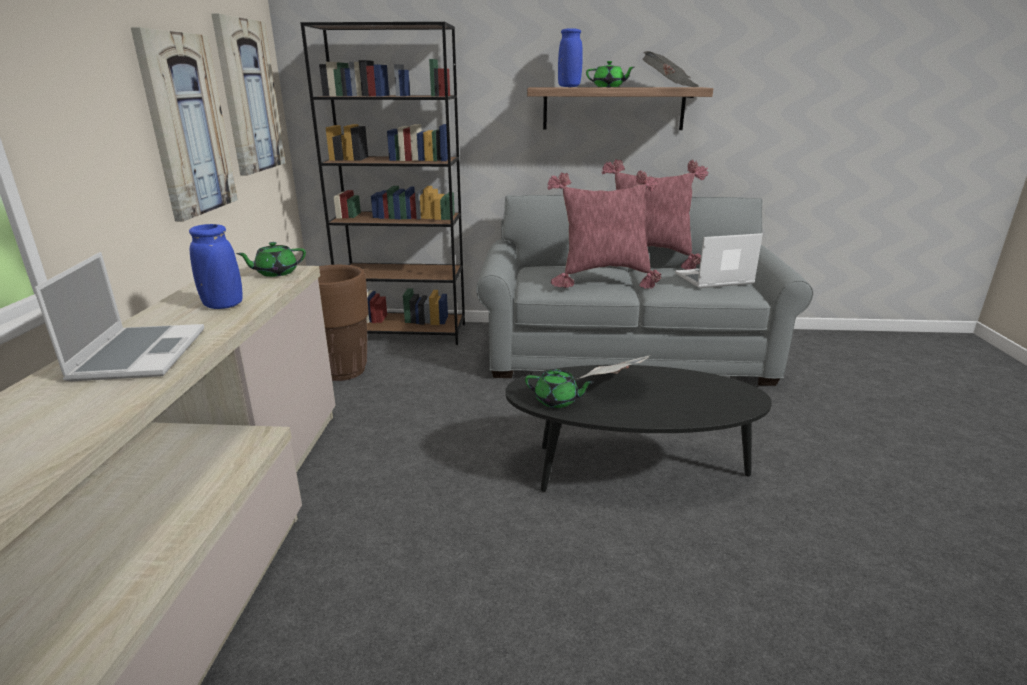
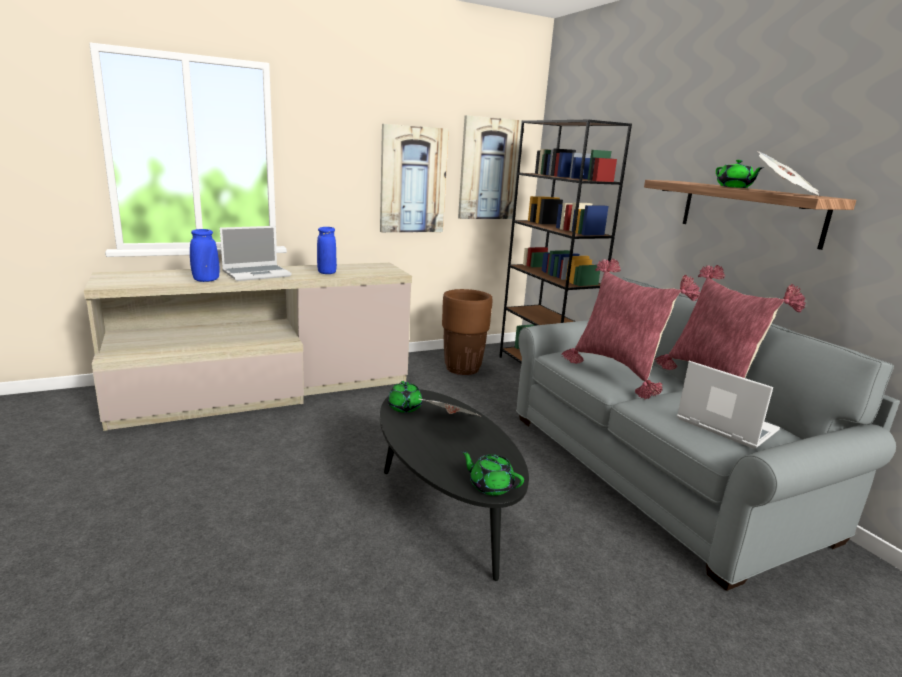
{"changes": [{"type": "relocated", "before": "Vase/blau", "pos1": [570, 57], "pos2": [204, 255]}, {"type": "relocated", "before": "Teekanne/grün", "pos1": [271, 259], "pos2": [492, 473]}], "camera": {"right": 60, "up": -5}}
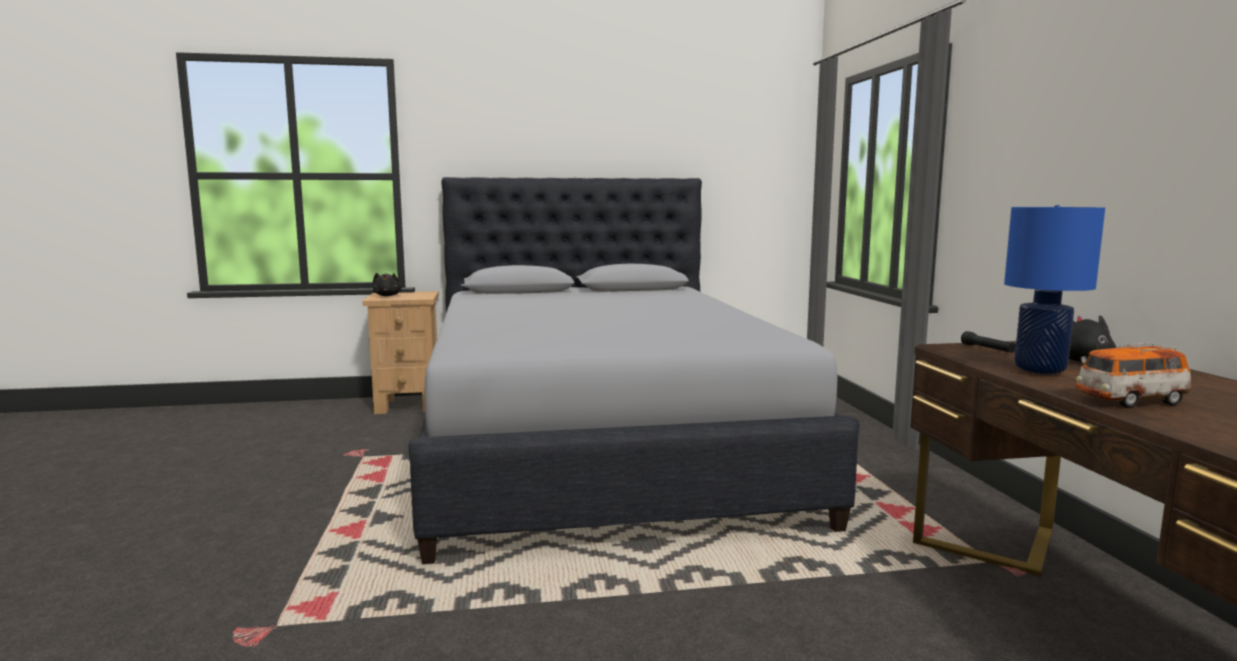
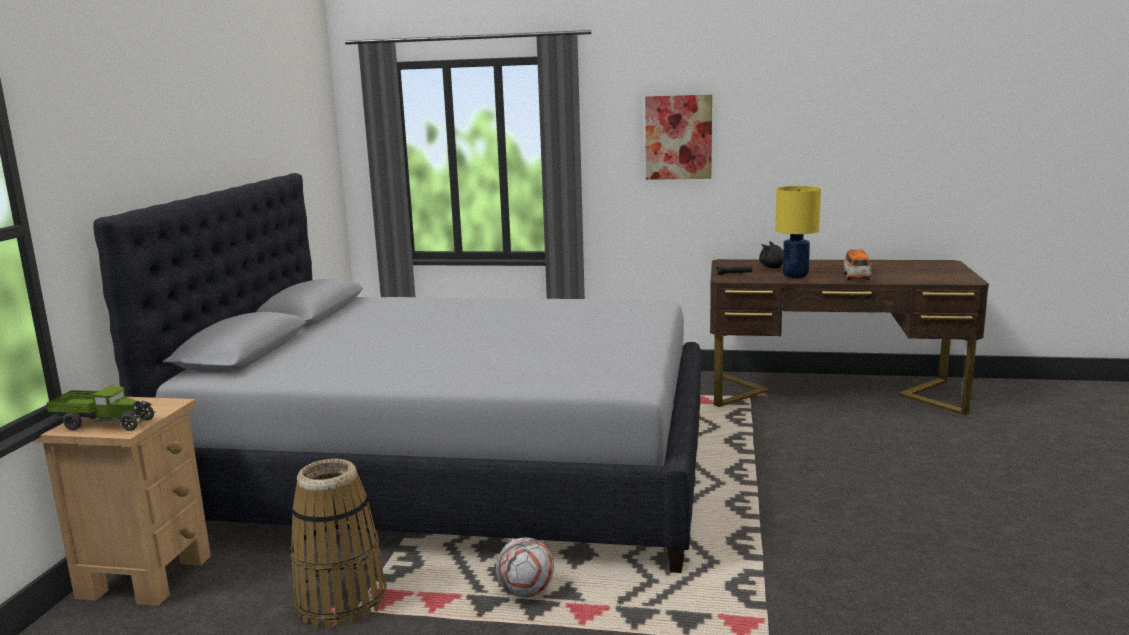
{"changes": [{"type": "colour", "before": "Tischlampe/blau", "after": "Tischlampe/gelb", "pos1": [1054, 290], "pos2": [798, 232]}, {"type": "exchanged", "before": "Plüschtier/schwarz", "after": "Spielzeuglaster", "pos1": [387, 284], "pos2": [100, 408]}, {"type": "appeared", "after": "Bild", "pos2": [678, 137]}, {"type": "appeared", "after": "Korb", "pos2": [338, 543]}, {"type": "appeared", "after": "Fußball", "pos2": [525, 567]}], "camera": {"right": -70, "up": 5}}
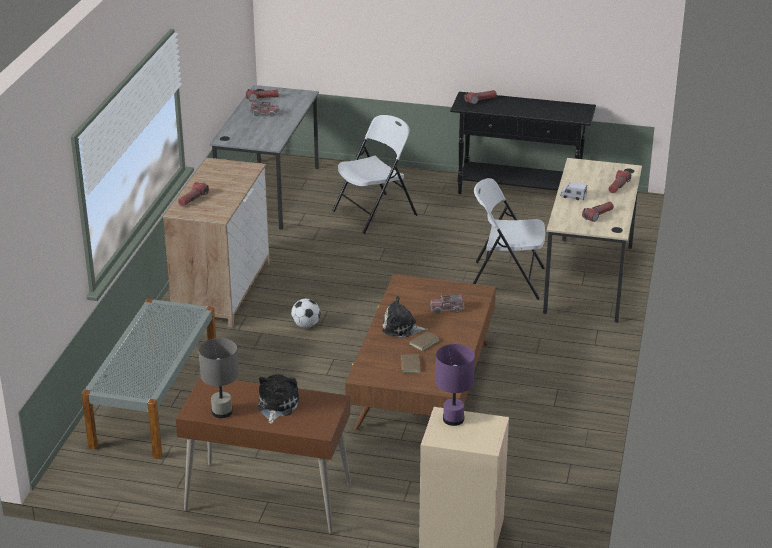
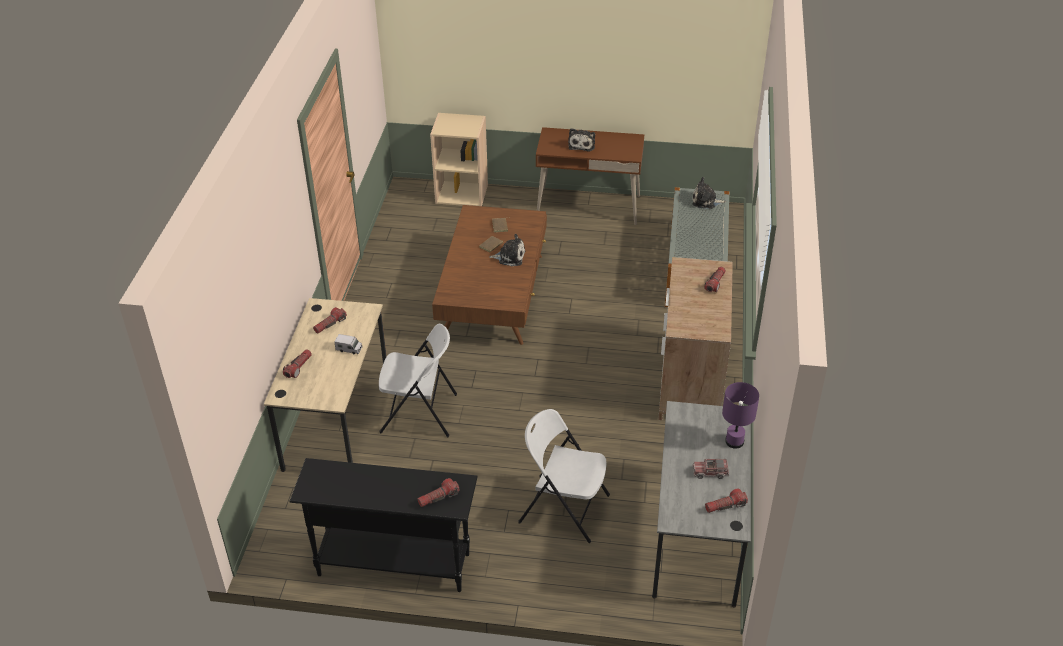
{"changes": [{"type": "spun", "before": "Stuhl/weiß", "pos1": [374, 174], "pos2": [564, 476], "turn": 60}, {"type": "missing", "before": "Spielzeuglaster", "pos1": [447, 304]}, {"type": "missing", "before": "Fußball", "pos1": [306, 313]}, {"type": "missing", "before": "Tischlampe/grau", "pos1": [218, 378]}, {"type": "relocated", "before": "Tischlampe/lila", "pos1": [455, 385], "pos2": [740, 415]}, {"type": "appeared", "after": "Plüschtier", "pos2": [709, 193]}], "camera": {"right": 175, "up": 10}}
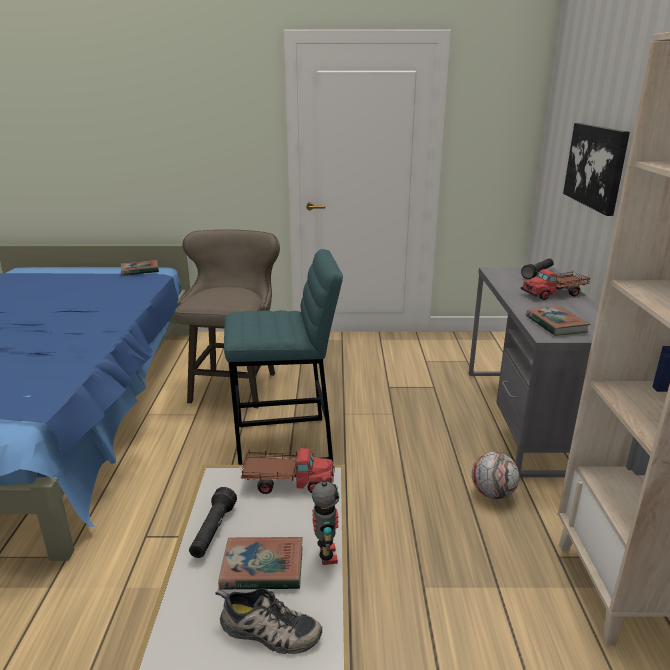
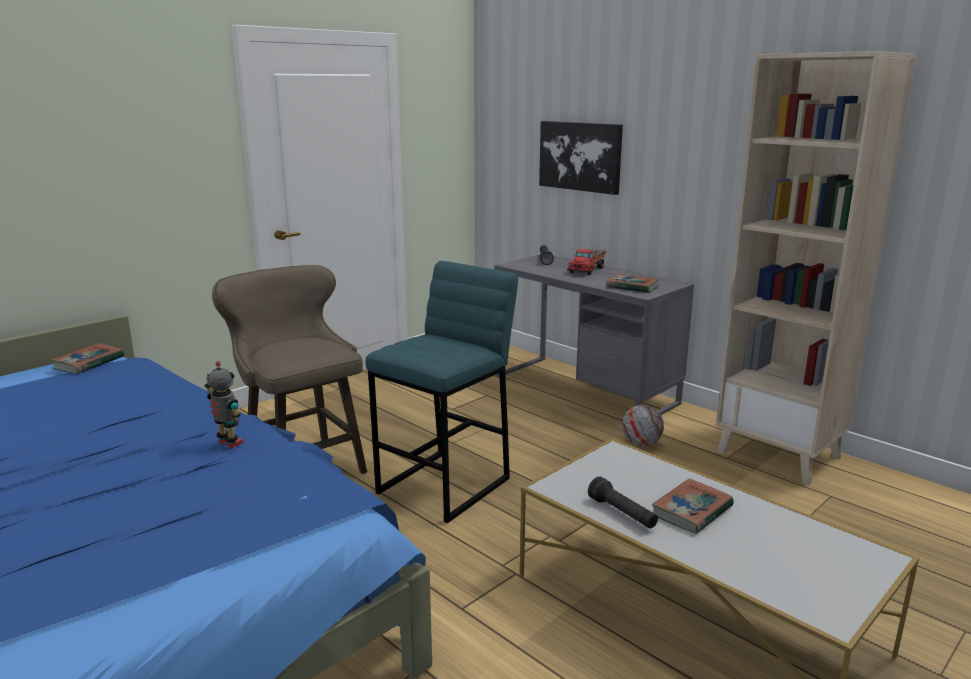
{"changes": [{"type": "missing", "before": "Spielzeuglaster", "pos1": [288, 471]}, {"type": "relocated", "before": "Spielzeugroboter", "pos1": [325, 520], "pos2": [224, 404]}, {"type": "missing", "before": "Schuh", "pos1": [268, 621]}], "camera": {"right": -45, "up": -5}}
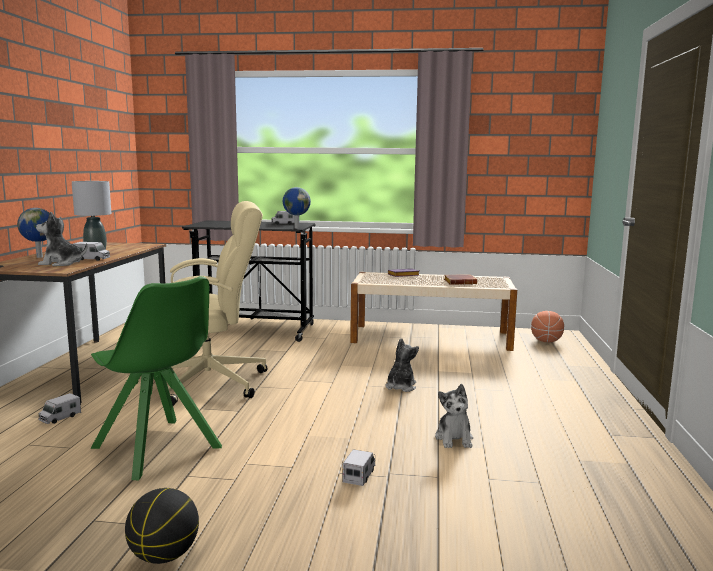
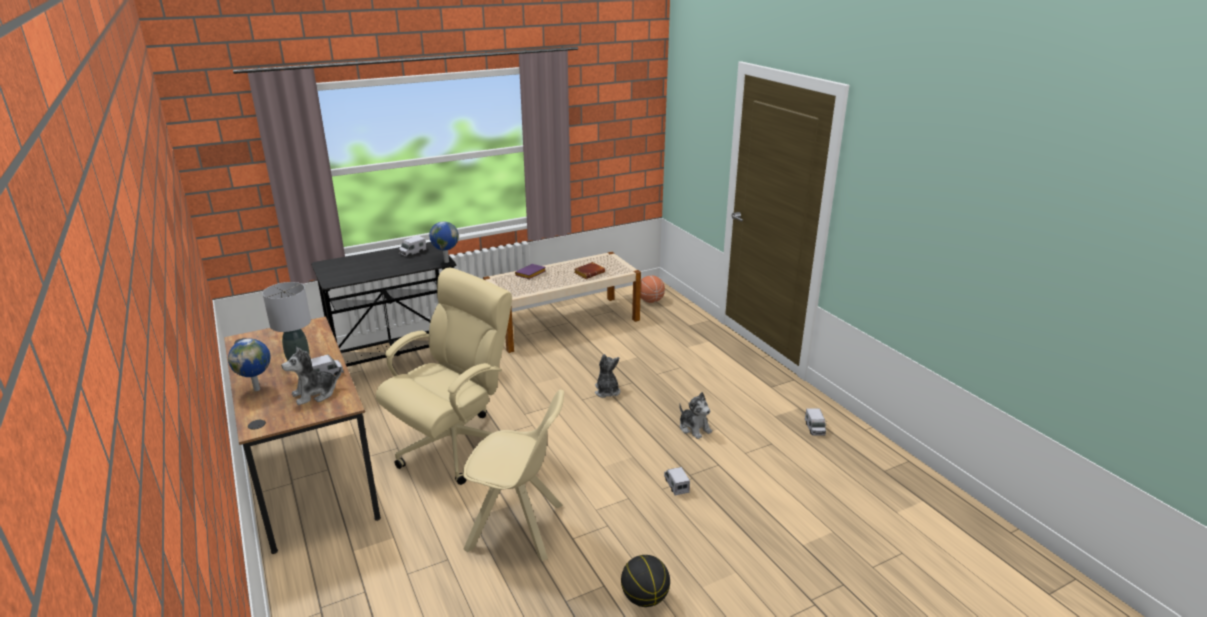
{"changes": [{"type": "colour", "before": "Stuhl/grün", "after": "Stuhl/beige", "pos1": [156, 378], "pos2": [513, 475]}, {"type": "relocated", "before": "Spielzeuglaster", "pos1": [60, 408], "pos2": [816, 422]}], "camera": {"right": -35, "up": 15}}
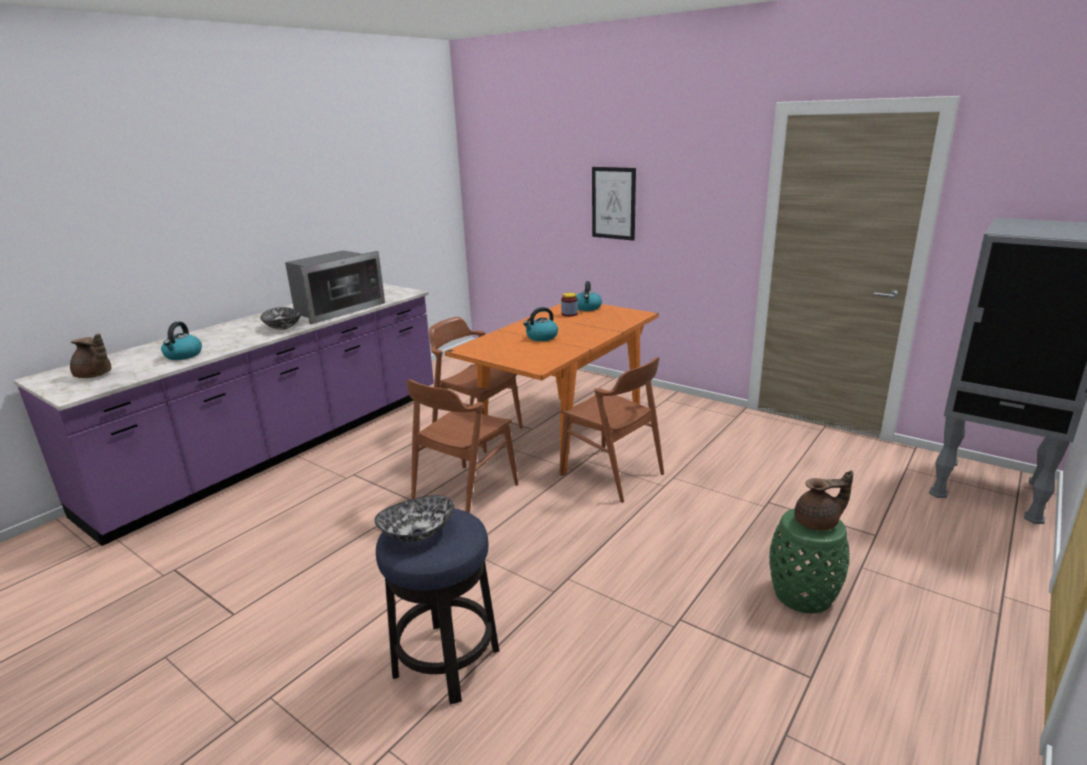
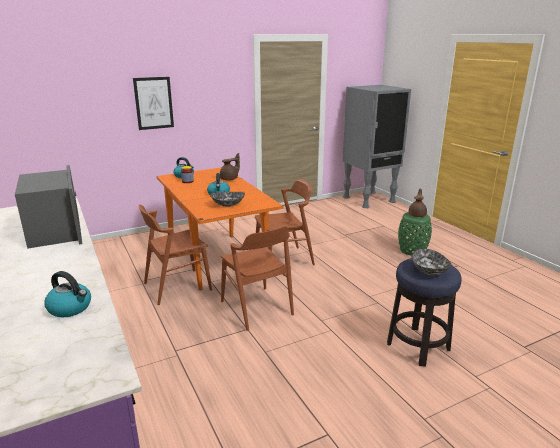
{"changes": [{"type": "relocated", "before": "Schüssel", "pos1": [280, 318], "pos2": [227, 199]}, {"type": "relocated", "before": "Teekanne/braun", "pos1": [90, 355], "pos2": [230, 166]}], "camera": {"right": -65, "up": 0}}
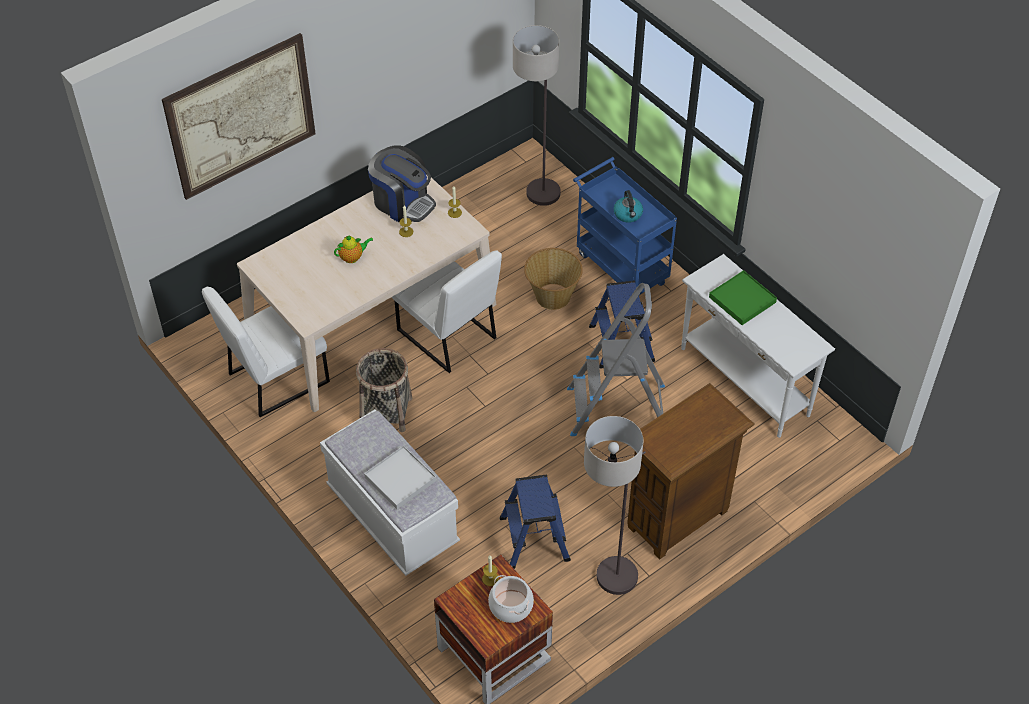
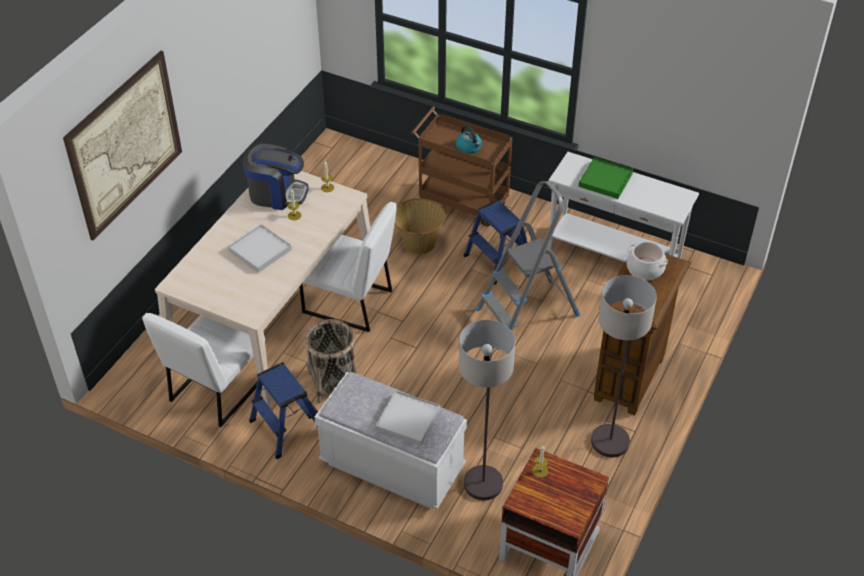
{"changes": [{"type": "relocated", "before": "Stehlampe/grau", "pos1": [537, 115], "pos2": [487, 410]}, {"type": "colour", "before": "Rollwagen/blau", "after": "Rollwagen/braun", "pos1": [625, 226], "pos2": [461, 166]}, {"type": "exchanged", "before": "Teekanne", "after": "Tablett/weiß", "pos1": [353, 249], "pos2": [260, 248]}, {"type": "relocated", "before": "Trittleiter/blau", "pos1": [535, 521], "pos2": [283, 410]}, {"type": "relocated", "before": "Kochtopf", "pos1": [511, 599], "pos2": [647, 261]}], "camera": {"right": -25, "up": -5}}
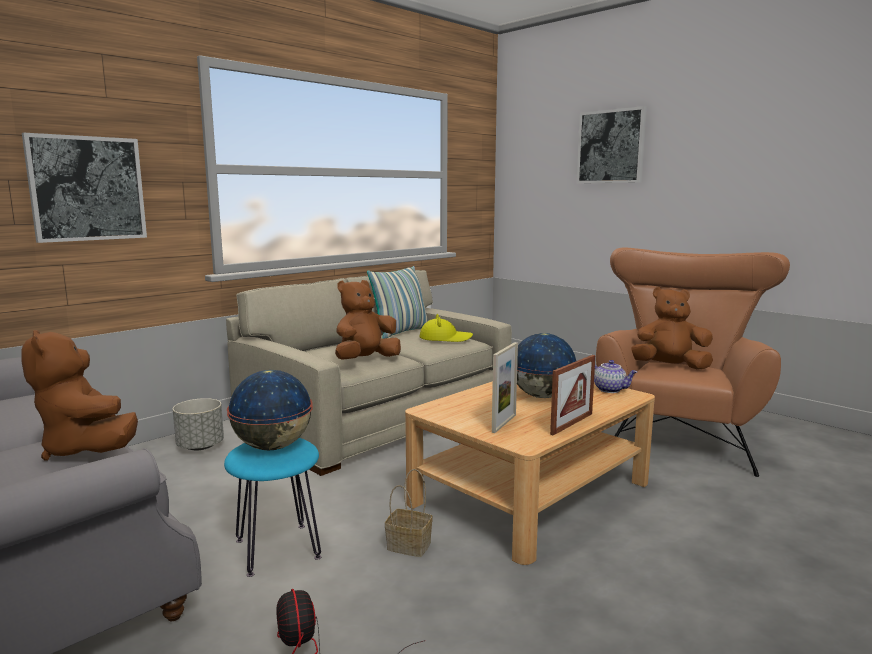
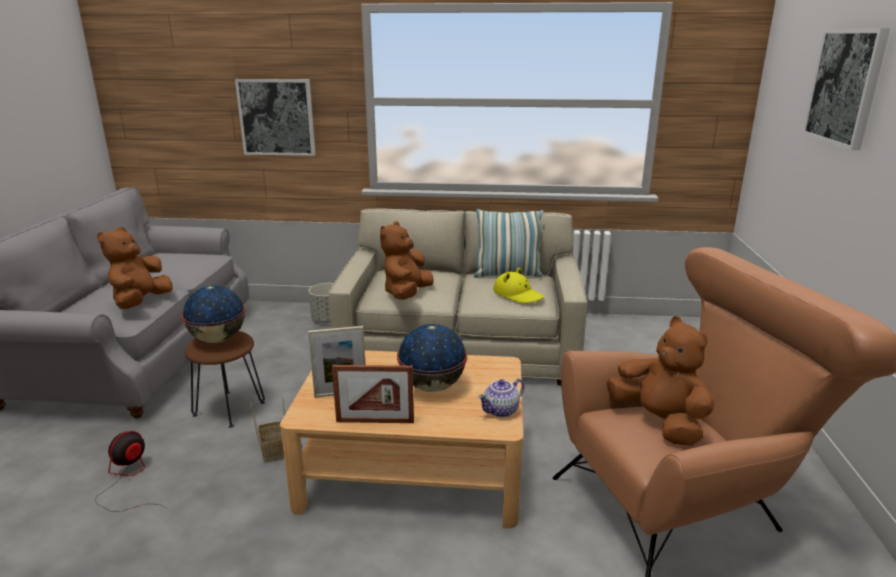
{"changes": [{"type": "spun", "before": "Plüschtier/braun", "pos1": [368, 320], "pos2": [407, 260], "turn": -75}, {"type": "spun", "before": "Teekanne", "pos1": [616, 376], "pos2": [501, 397], "turn": 60}, {"type": "colour", "before": "Hocker/türkis", "after": "Hocker/braun", "pos1": [272, 507], "pos2": [224, 379]}], "camera": {"right": 50, "up": 10}}
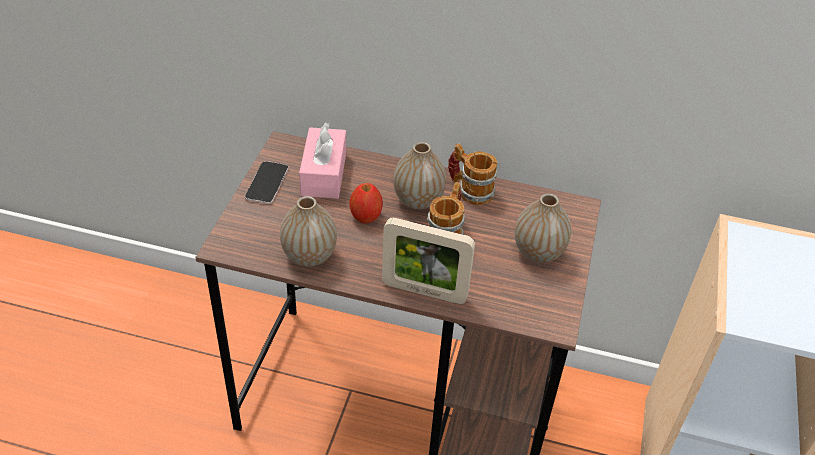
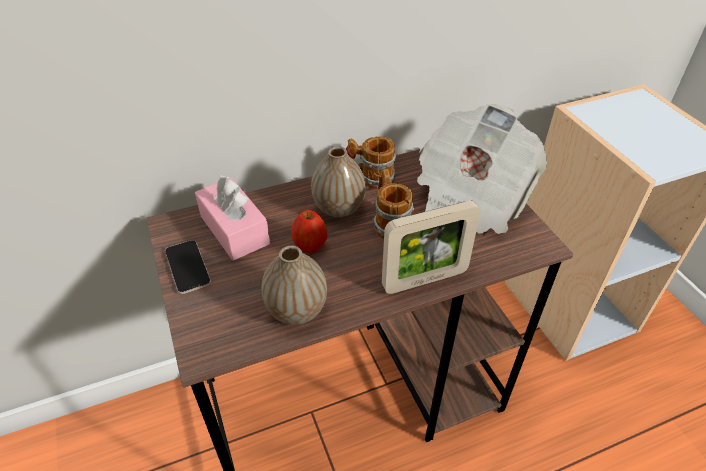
{"changes": [{"type": "exchanged", "before": "Vase", "after": "Zeitung", "pos1": [543, 228], "pos2": [482, 169]}], "camera": {"right": -35, "up": 0}}
